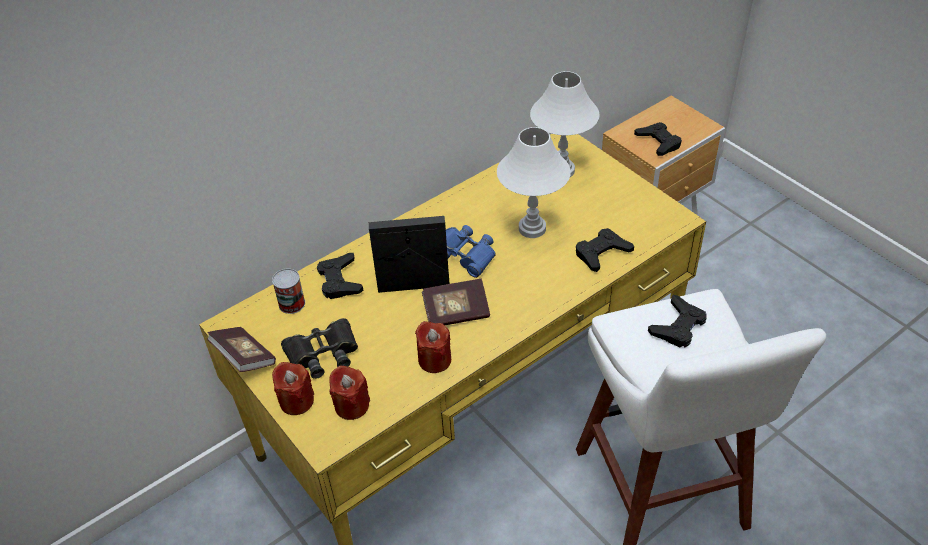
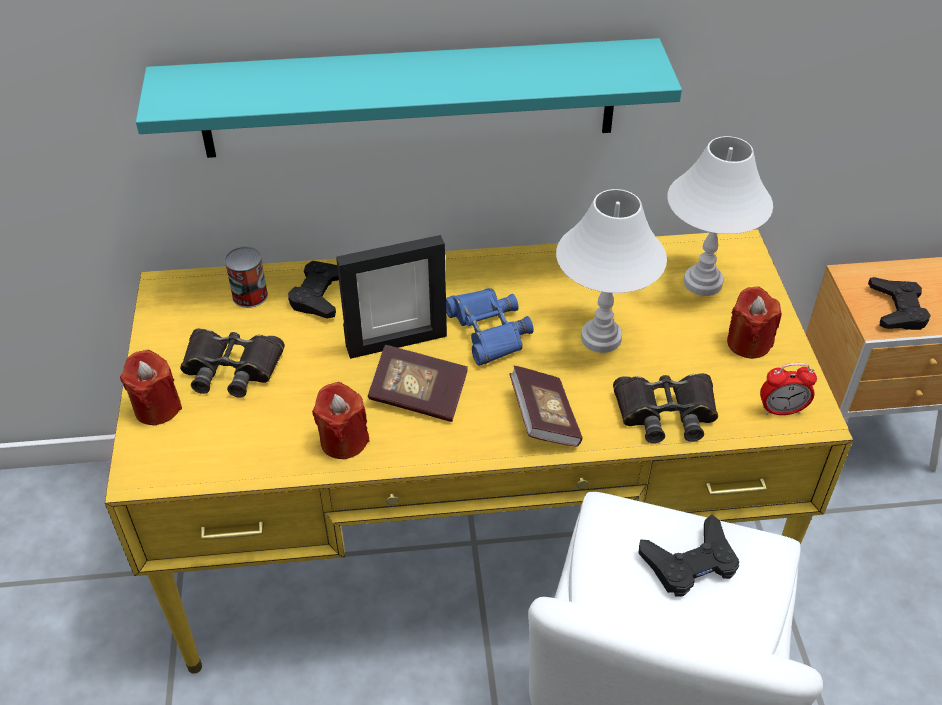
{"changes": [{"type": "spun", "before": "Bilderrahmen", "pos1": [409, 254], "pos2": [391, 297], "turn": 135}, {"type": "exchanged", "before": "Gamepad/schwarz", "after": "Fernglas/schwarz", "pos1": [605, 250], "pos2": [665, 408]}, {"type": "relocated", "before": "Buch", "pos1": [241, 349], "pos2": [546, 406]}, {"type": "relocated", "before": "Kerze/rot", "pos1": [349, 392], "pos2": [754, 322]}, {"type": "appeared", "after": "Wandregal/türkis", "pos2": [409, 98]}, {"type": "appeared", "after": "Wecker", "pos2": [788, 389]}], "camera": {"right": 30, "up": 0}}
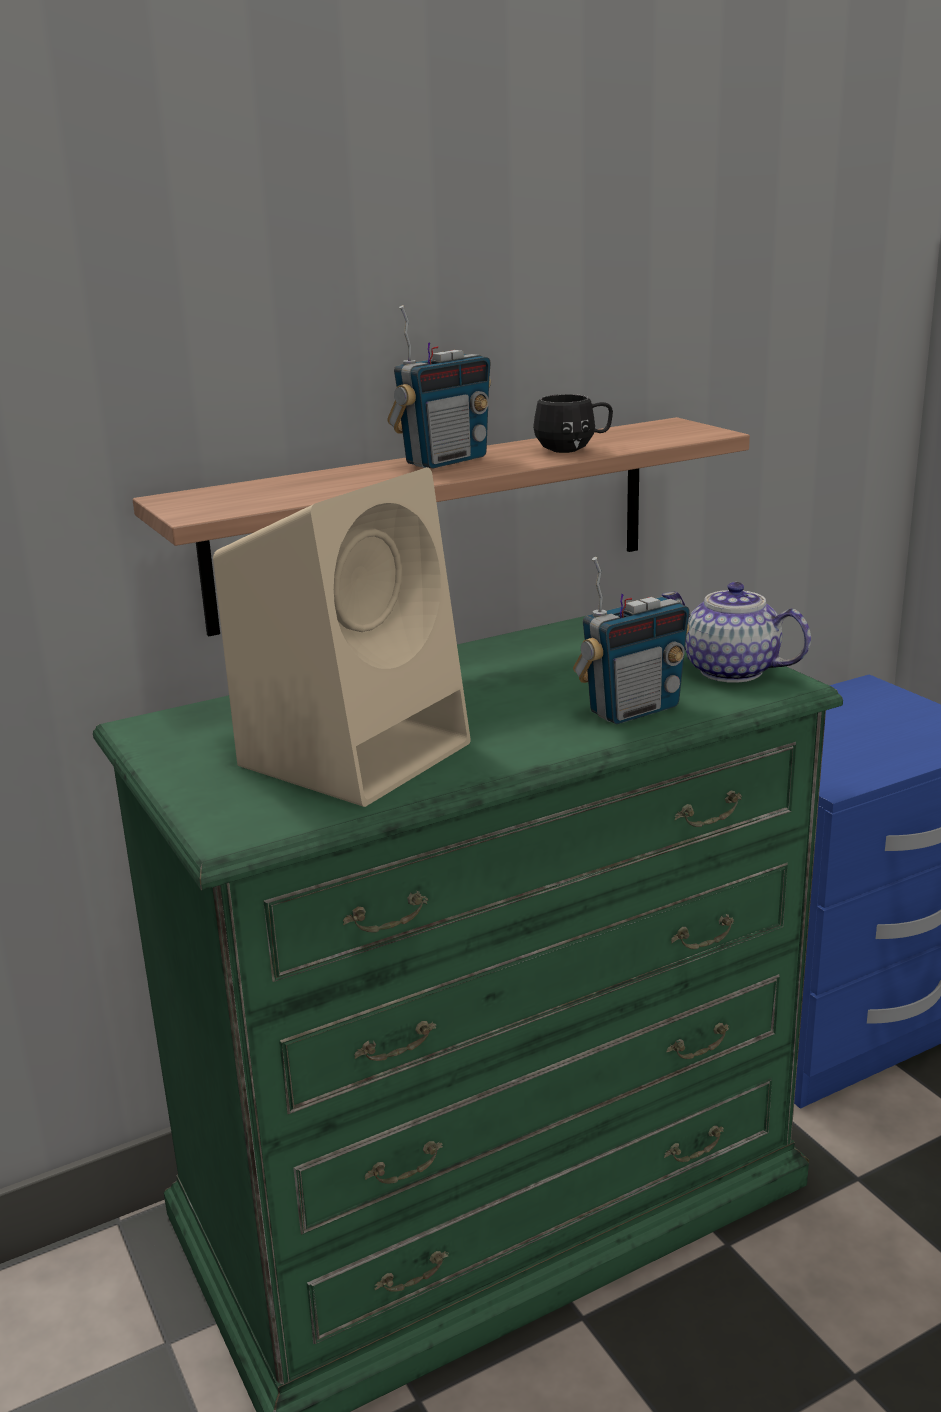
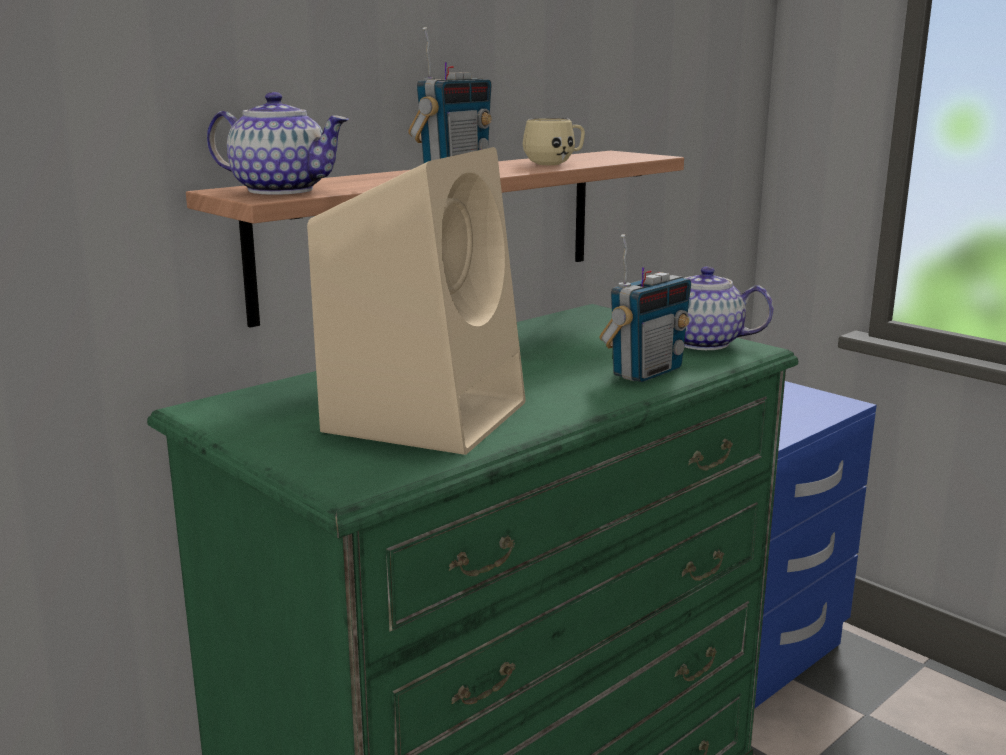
{"changes": [{"type": "colour", "before": "Henkelbecher/schwarz", "after": "Henkelbecher/beige", "pos1": [573, 423], "pos2": [554, 141]}, {"type": "appeared", "after": "Teekanne", "pos2": [278, 143]}], "camera": {"right": -15, "up": -5}}
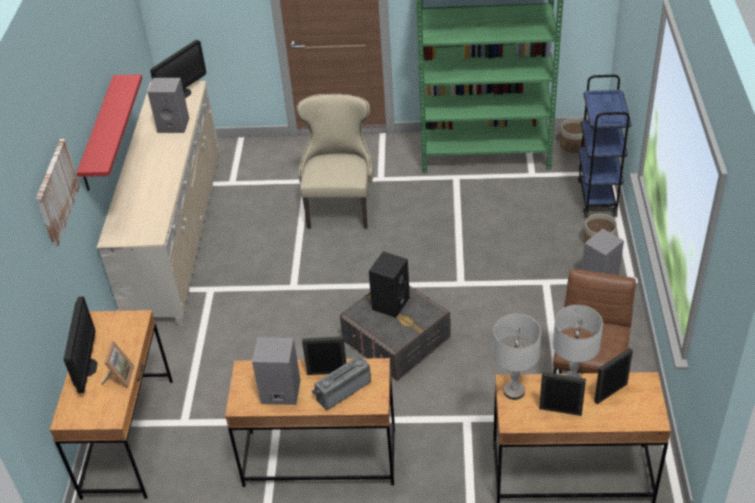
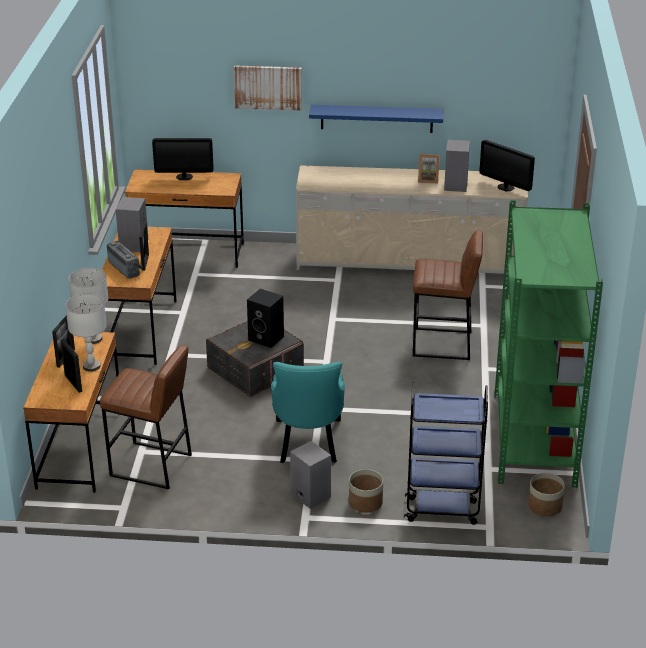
{"changes": [{"type": "colour", "before": "Wandregal/rot", "after": "Wandregal/blau", "pos1": [109, 132], "pos2": [376, 119]}, {"type": "exchanged", "before": "Stuhl/beige", "after": "Hocker/braun", "pos1": [334, 161], "pos2": [448, 295]}, {"type": "relocated", "before": "Bilderrahmen", "pos1": [118, 364], "pos2": [429, 169]}, {"type": "appeared", "after": "Stuhl/türkis", "pos2": [308, 412]}], "camera": {"right": 90, "up": -10}}
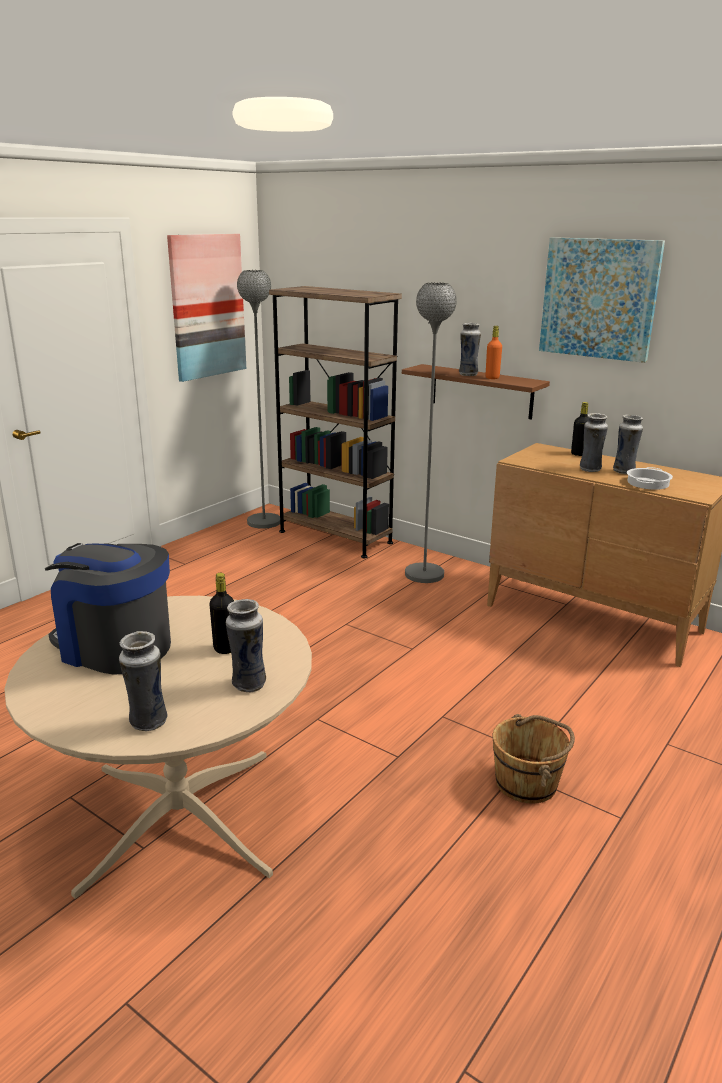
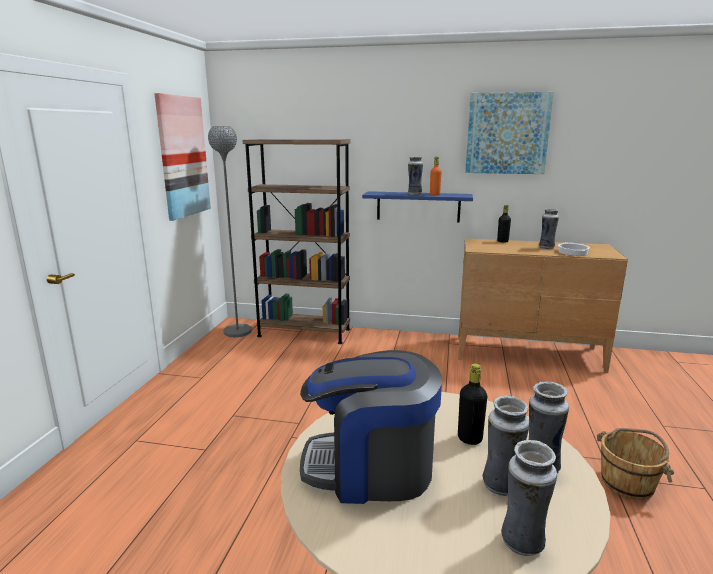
{"changes": [{"type": "missing", "before": "Stehlampe/grau", "pos1": [431, 433]}, {"type": "colour", "before": "Wandregal/braun", "after": "Wandregal/blau", "pos1": [476, 392], "pos2": [417, 206]}, {"type": "relocated", "before": "Vase", "pos1": [594, 442], "pos2": [506, 445]}], "camera": {"right": -25, "up": -5}}
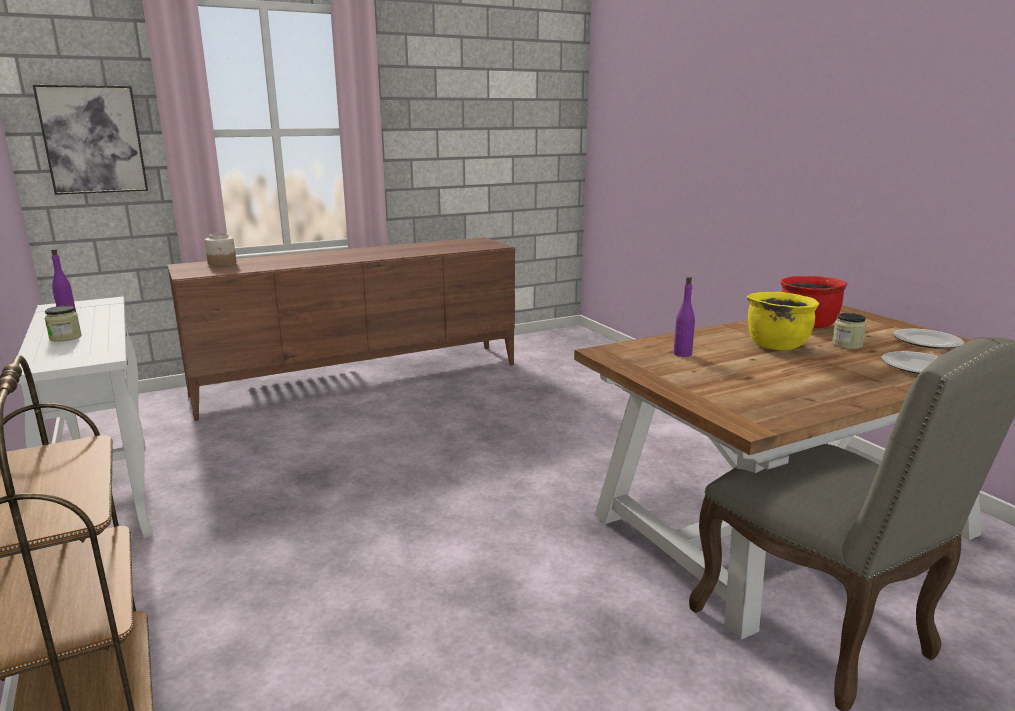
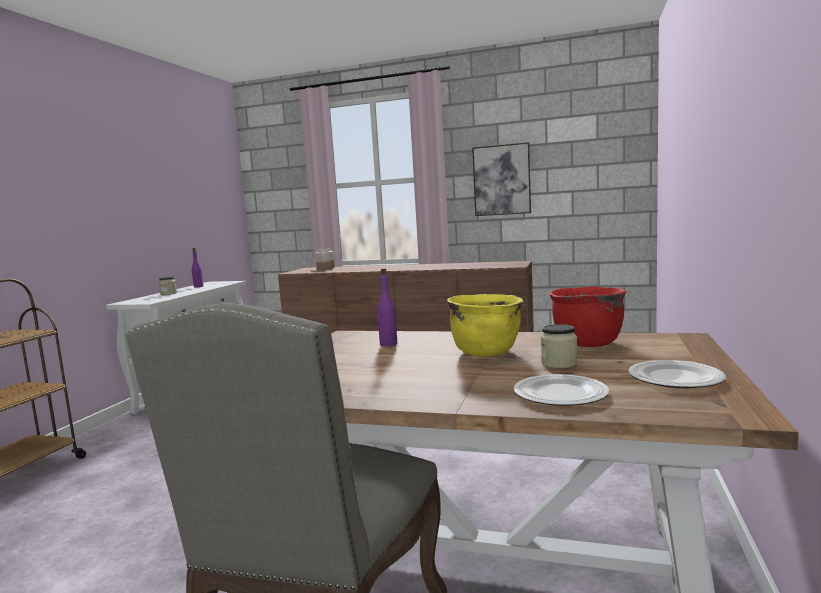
{"changes": [{"type": "relocated", "before": "Bild", "pos1": [90, 140], "pos2": [501, 179]}], "camera": {"right": 45, "up": -10}}
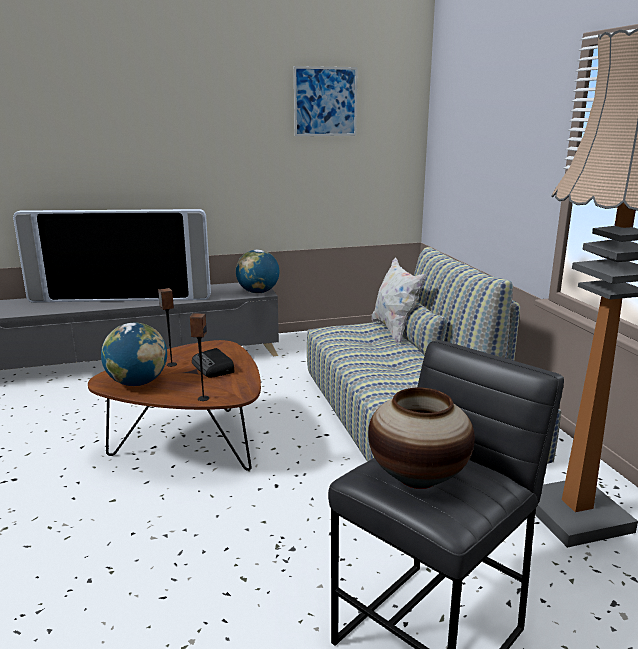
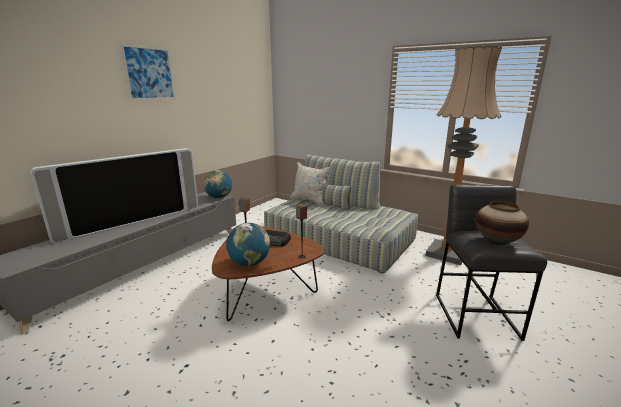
{"changes": [{"type": "relocated", "before": "Bild", "pos1": [326, 101], "pos2": [148, 72]}], "camera": {"right": -40, "up": 0}}
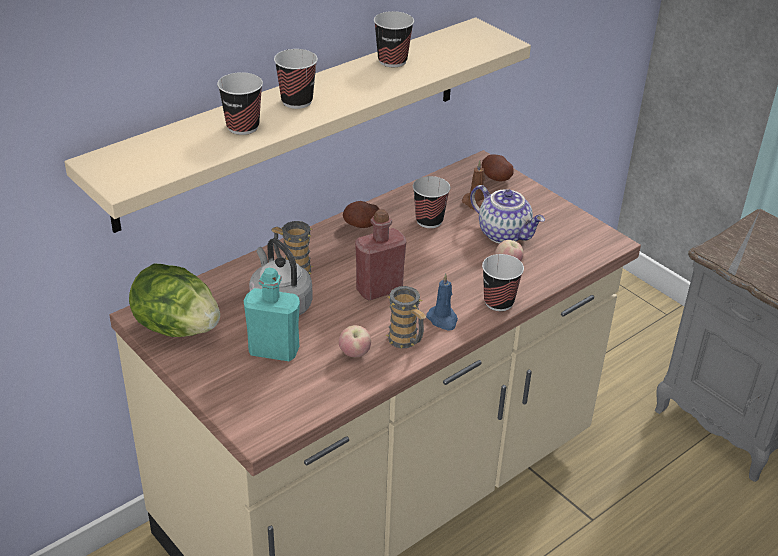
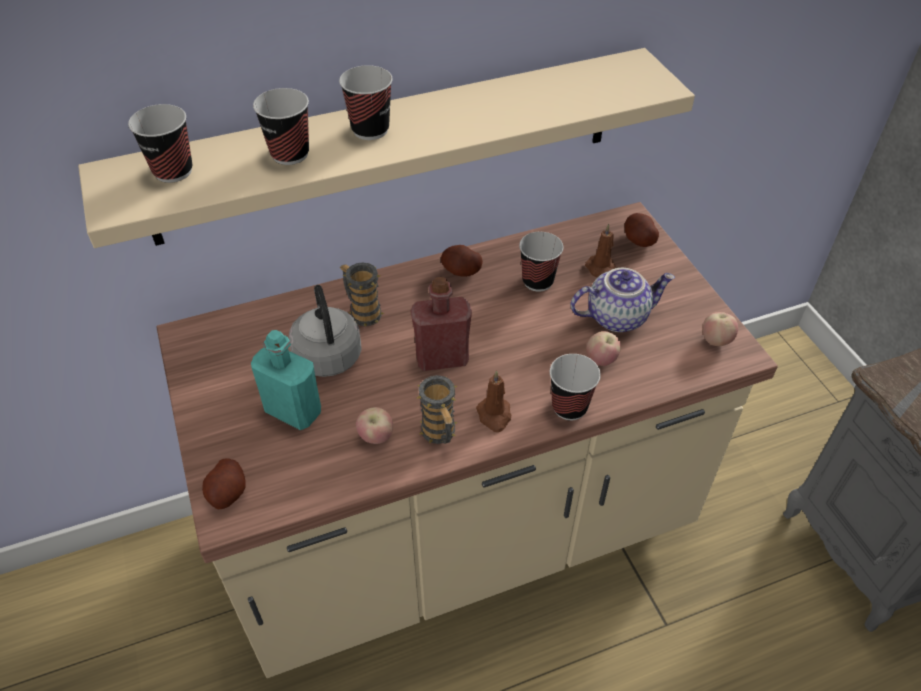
{"changes": [{"type": "relocated", "before": "Tasse", "pos1": [394, 39], "pos2": [160, 143]}, {"type": "spun", "before": "Teekanne", "pos1": [507, 214], "pos2": [622, 300], "turn": -75}, {"type": "missing", "before": "Salatkopf", "pos1": [174, 300]}, {"type": "colour", "before": "Kerze/blau", "after": "Kerze/braun", "pos1": [442, 302], "pos2": [493, 401]}, {"type": "appeared", "after": "Apfel", "pos2": [720, 329]}, {"type": "appeared", "after": "Kartoffel", "pos2": [224, 483]}], "camera": {"right": 20, "up": 10}}
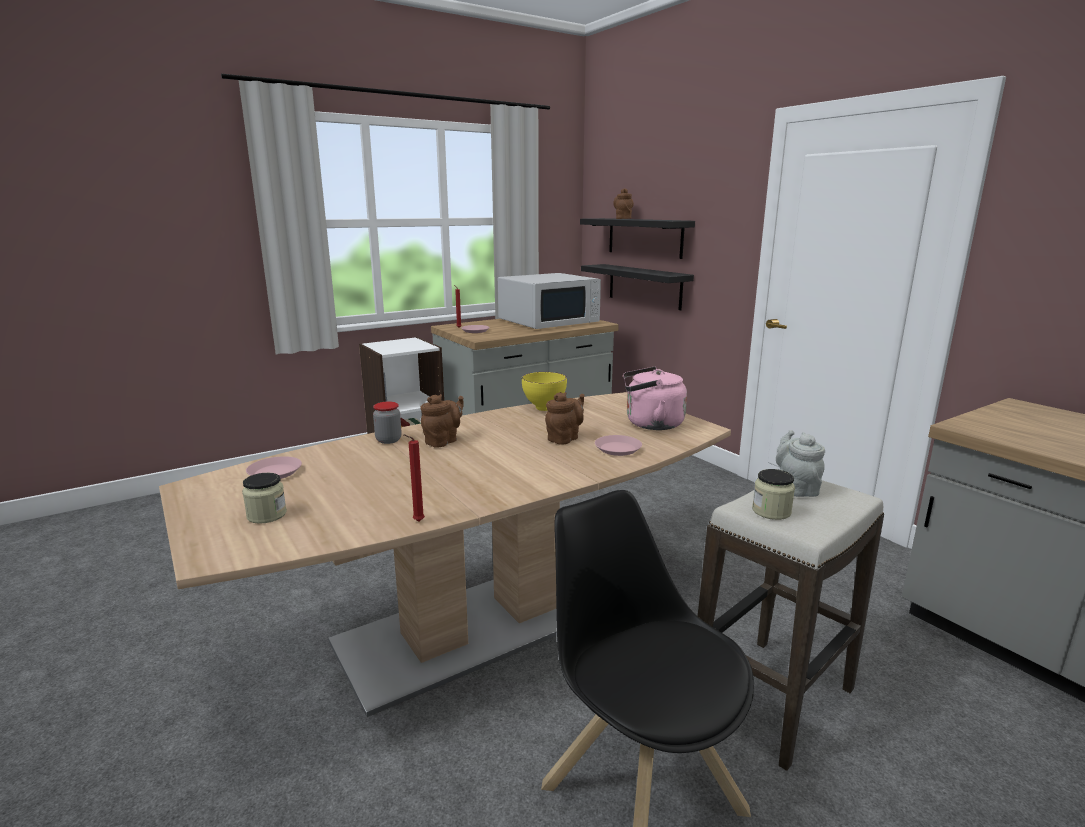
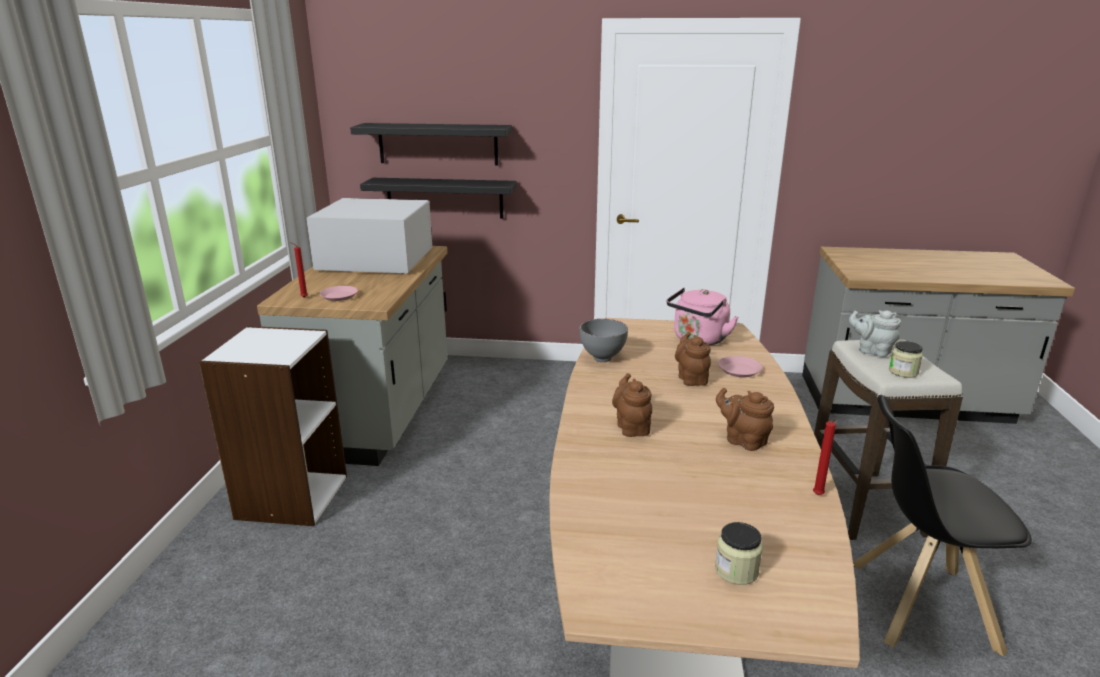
{"changes": [{"type": "relocated", "before": "Teekanne/braun", "pos1": [623, 203], "pos2": [745, 419]}, {"type": "spun", "before": "Mikrowelle/weiß", "pos1": [549, 301], "pos2": [369, 236], "turn": -90}, {"type": "colour", "before": "Schüssel/gelb", "after": "Schüssel/grau", "pos1": [544, 391], "pos2": [604, 340]}, {"type": "missing", "before": "Vorratsglas", "pos1": [387, 423]}, {"type": "missing", "before": "Teller/rosa", "pos1": [274, 467]}], "camera": {"right": -50, "up": 5}}
